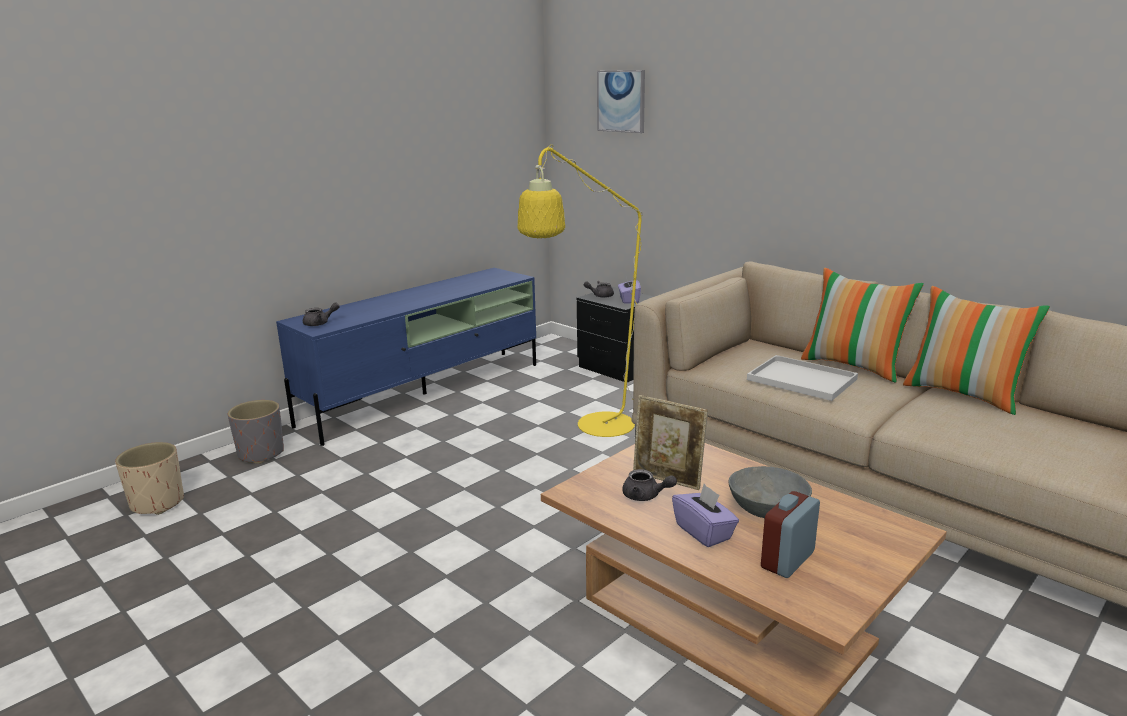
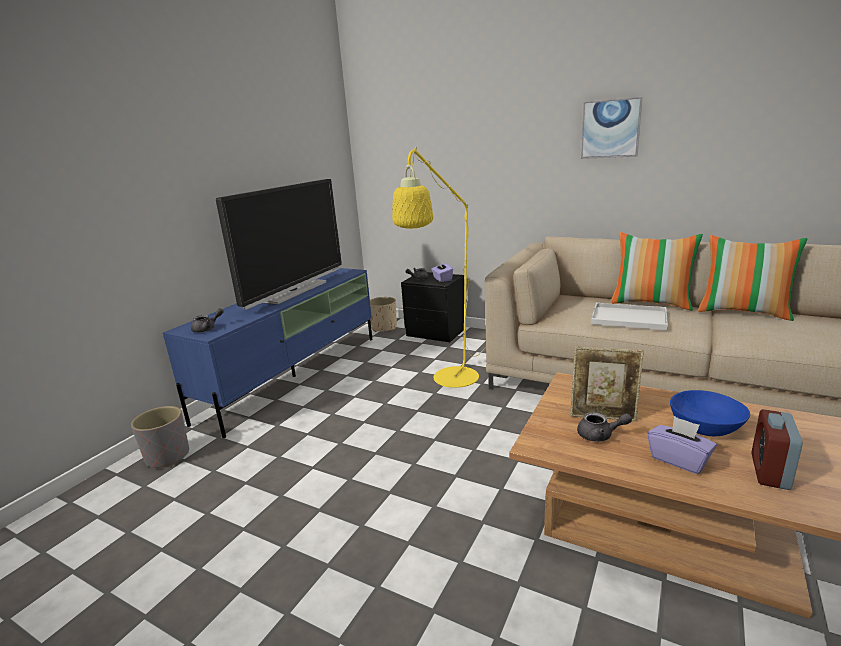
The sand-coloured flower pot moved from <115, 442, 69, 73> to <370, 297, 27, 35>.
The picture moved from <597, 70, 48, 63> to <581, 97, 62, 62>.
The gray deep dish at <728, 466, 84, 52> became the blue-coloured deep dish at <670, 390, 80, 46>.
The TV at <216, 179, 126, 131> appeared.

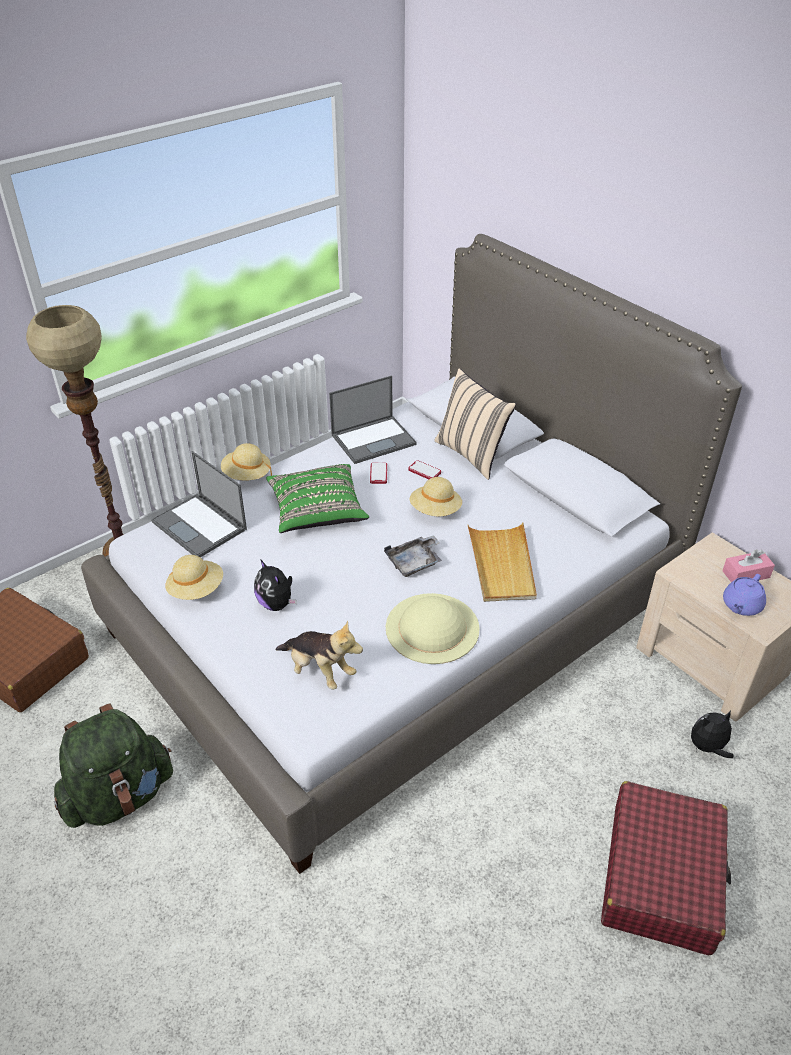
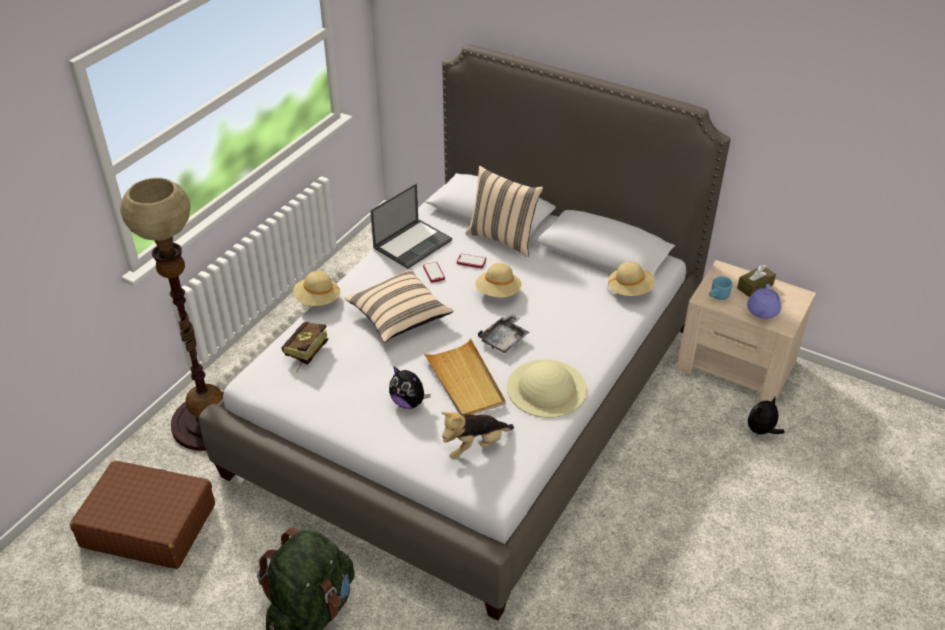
The laptop at <151, 451, 96, 106> was replaced by the book at <281, 322, 47, 51>.
The sand-coloured hat moved from <165, 555, 58, 45> to <608, 262, 47, 34>.
The greenish throw pillow at <266, 464, 103, 69> became the sand-coloured throw pillow at <344, 270, 109, 73>.
The plush toy at <276, 621, 87, 69> turned 135 degrees clockwise.
The sand-coloured tray moved from <468, 523, 69, 79> to <423, 338, 82, 77>.
The reddish travel case at <601, 781, 130, 174> disappeared.
The pink-coloured tissue holder at <723, 550, 52, 32> became the brownish tissue holder at <737, 264, 39, 33>.
The blue-coloured tea mug at <709, 276, 24, 24> appeared.

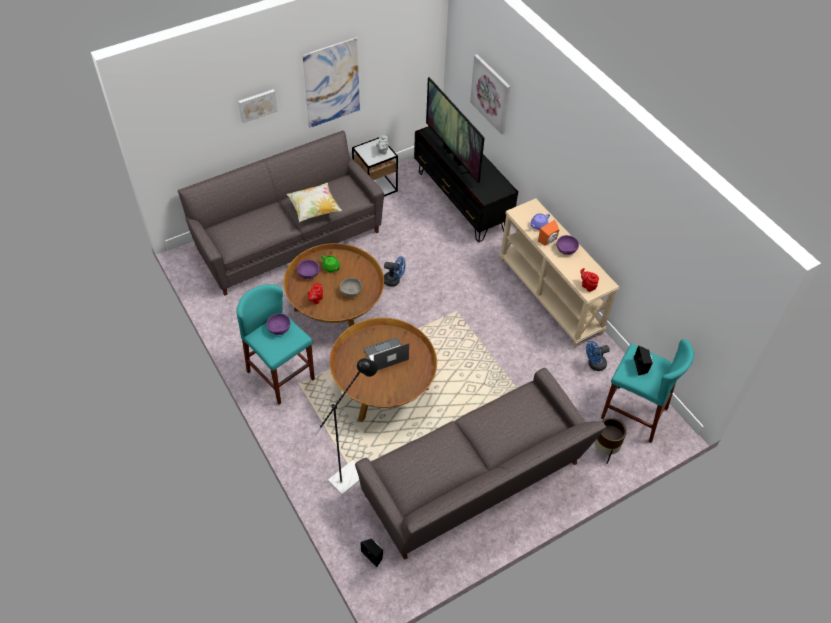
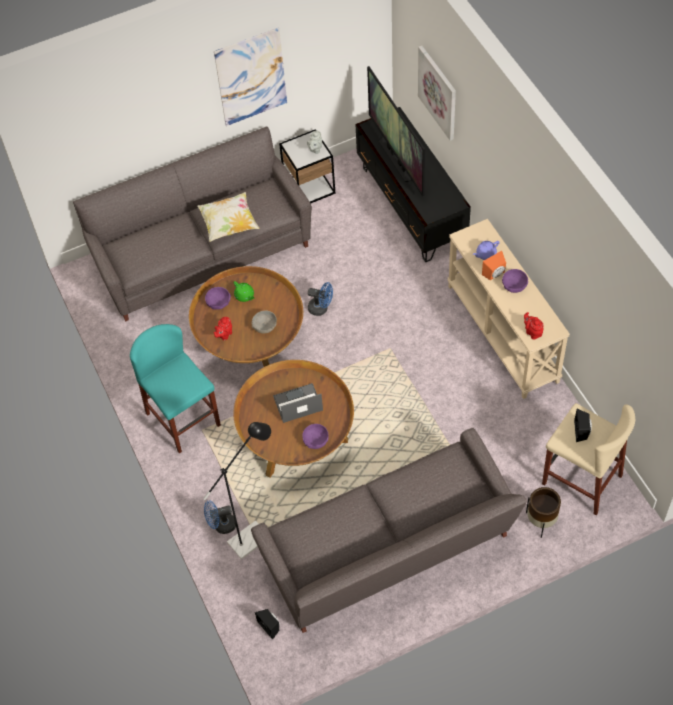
The picture at <238, 89, 40, 34> disappeared.
The purplish deep dish moved from <267, 313, 23, 22> to <302, 424, 27, 25>.
The blue-coloured fan moved from <586, 341, 24, 30> to <204, 500, 32, 34>.
The blue-green stool at <601, 339, 93, 104> became the sand-coloured stool at <542, 403, 93, 112>.

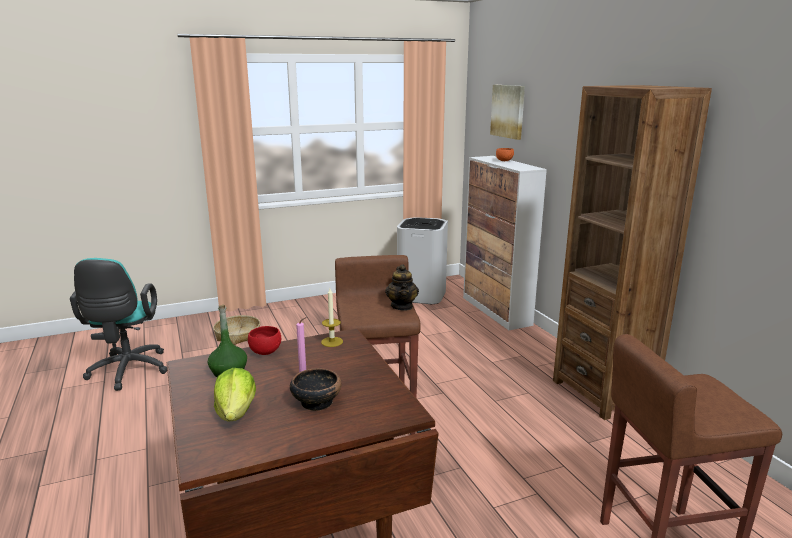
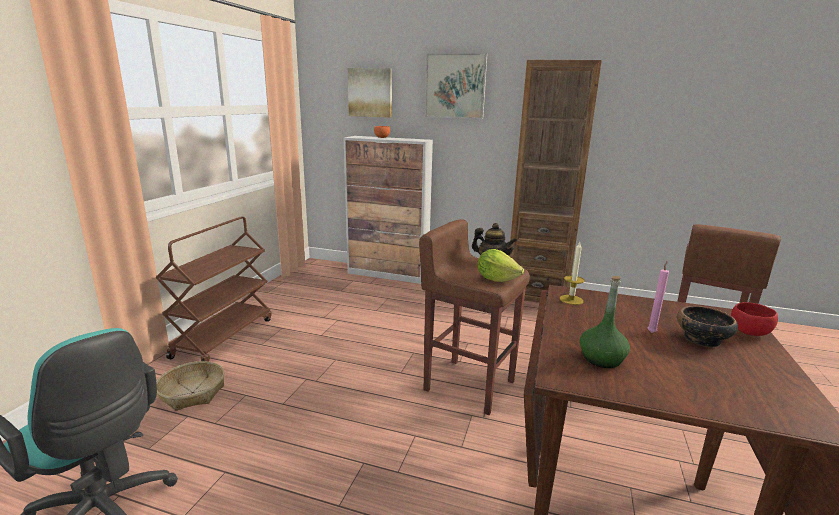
The head of lettuce moved from <214, 368, 42, 54> to <477, 249, 47, 33>.
The reddish deep dish moved from <248, 326, 33, 29> to <731, 302, 47, 34>.
The whitish waste bin at <397, 217, 51, 87> disappeared.
The brownish wheeled cart at <155, 216, 117, 146> appeared.
The picture at <425, 53, 62, 66> appeared.

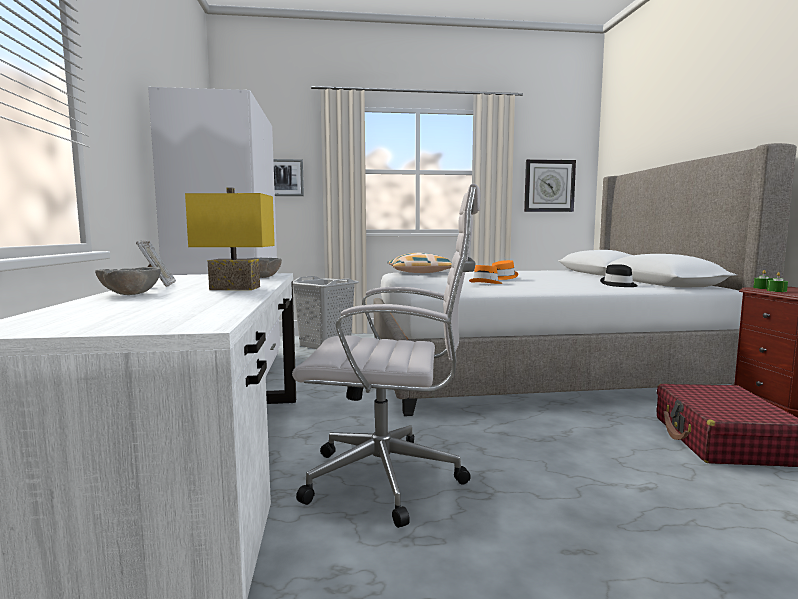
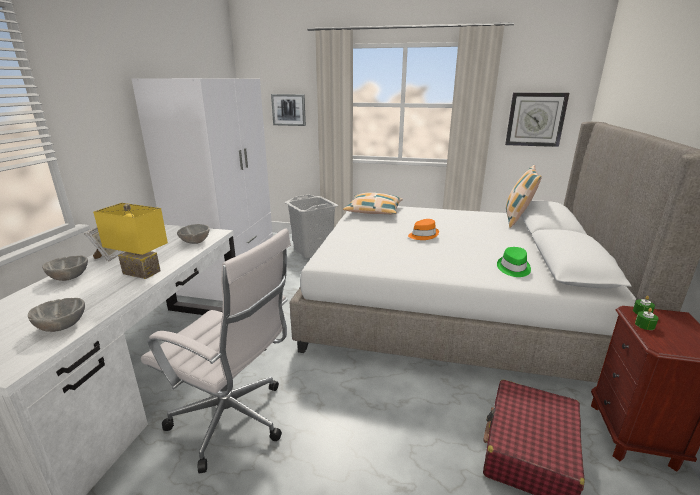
The orange-coloured hat at <469, 265, 33, 19> disappeared.
The blackish hat at <600, 264, 38, 23> became the greenish hat at <497, 247, 34, 30>.
The gray deep dish at <28, 298, 57, 34> appeared.
The throw pillow at <506, 165, 36, 63> appeared.

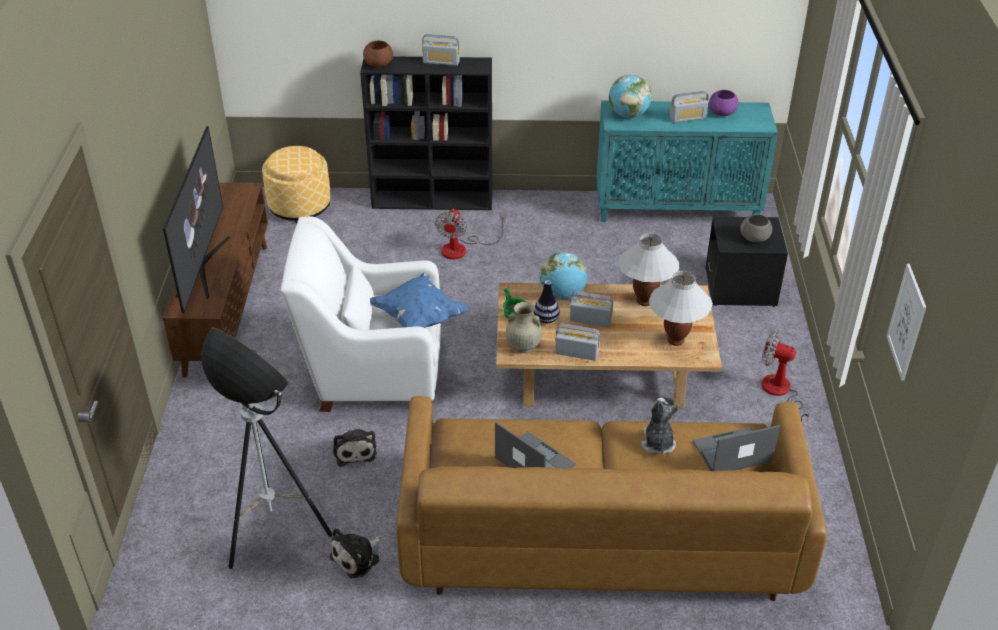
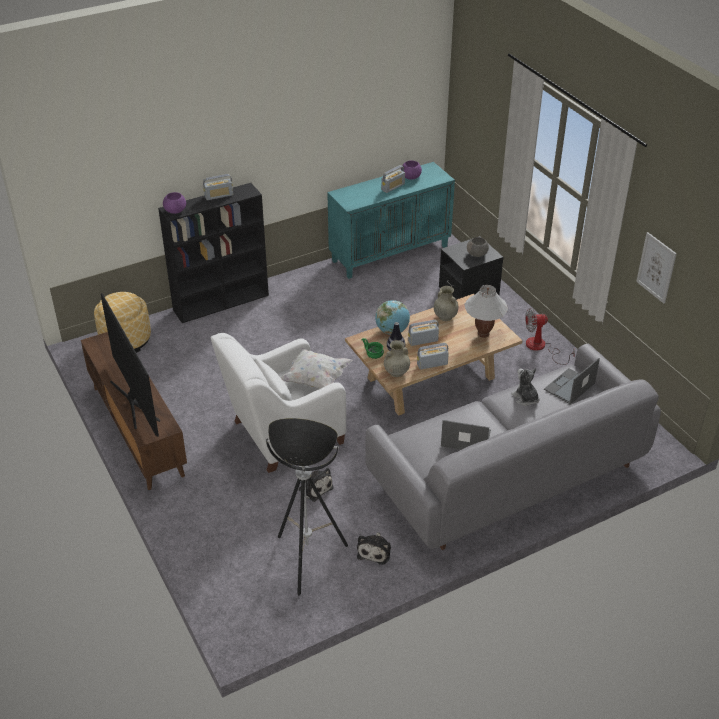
The brownish deep dish at <363, 40, 30, 27> became the purplish deep dish at <163, 192, 23, 22>.
The blue-coloured throw pillow at <370, 273, 101, 55> became the whitish throw pillow at <280, 348, 72, 41>.
The brownish sofa at <396, 396, 431, 205> became the gray sofa at <365, 344, 296, 206>.
The fan at <435, 209, 71, 50> disappeared.
The desk globe at <609, 75, 43, 43> disappeared.
The whitish table lamp at <618, 233, 61, 73> was replaced by the sand-coloured flower vase at <434, 286, 24, 35>.

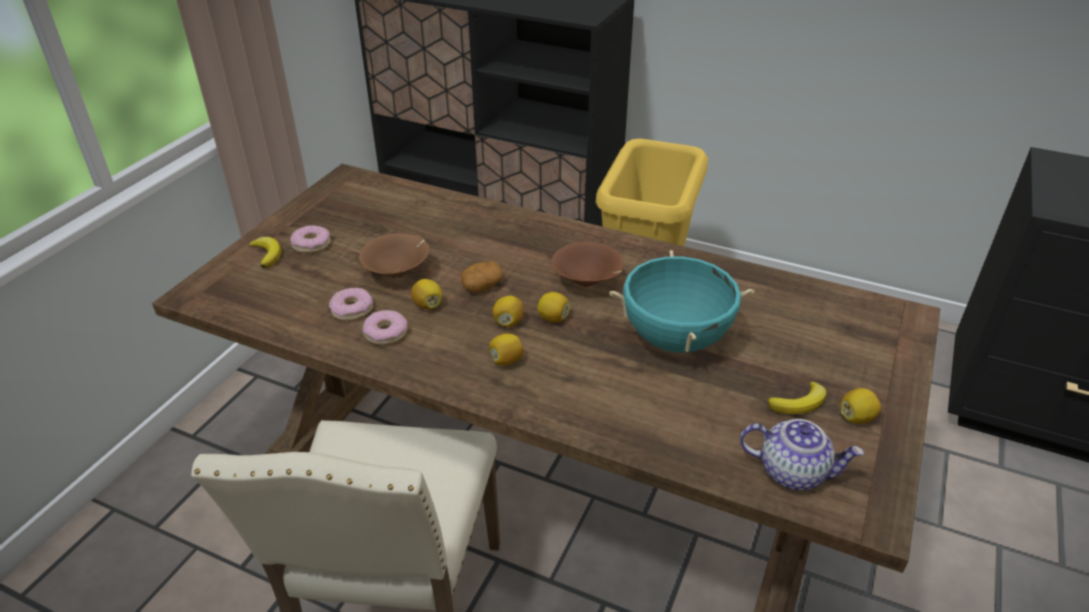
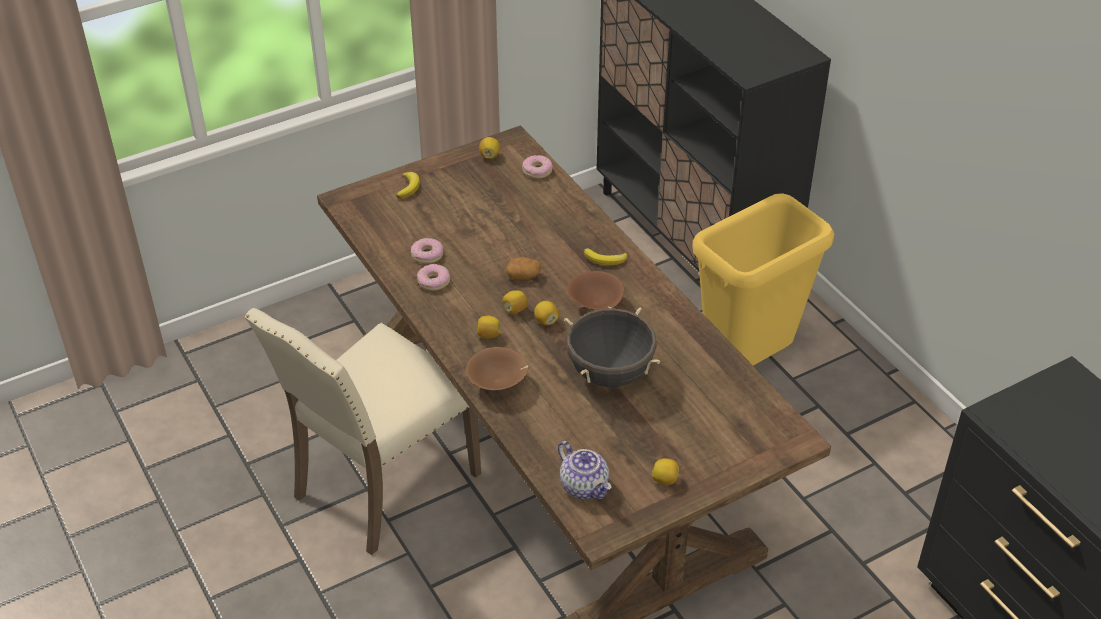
The donut moved from <290, 225, 41, 28> to <522, 155, 31, 24>.
The brownish deep dish moved from <359, 233, 71, 45> to <466, 347, 62, 43>.
The lemon moved from <411, 279, 31, 30> to <479, 137, 21, 22>.
The blue-green stockpot at <609, 250, 145, 103> became the blackish stockpot at <564, 308, 97, 79>.
The whole banana moved from <768, 382, 58, 32> to <584, 248, 43, 17>.

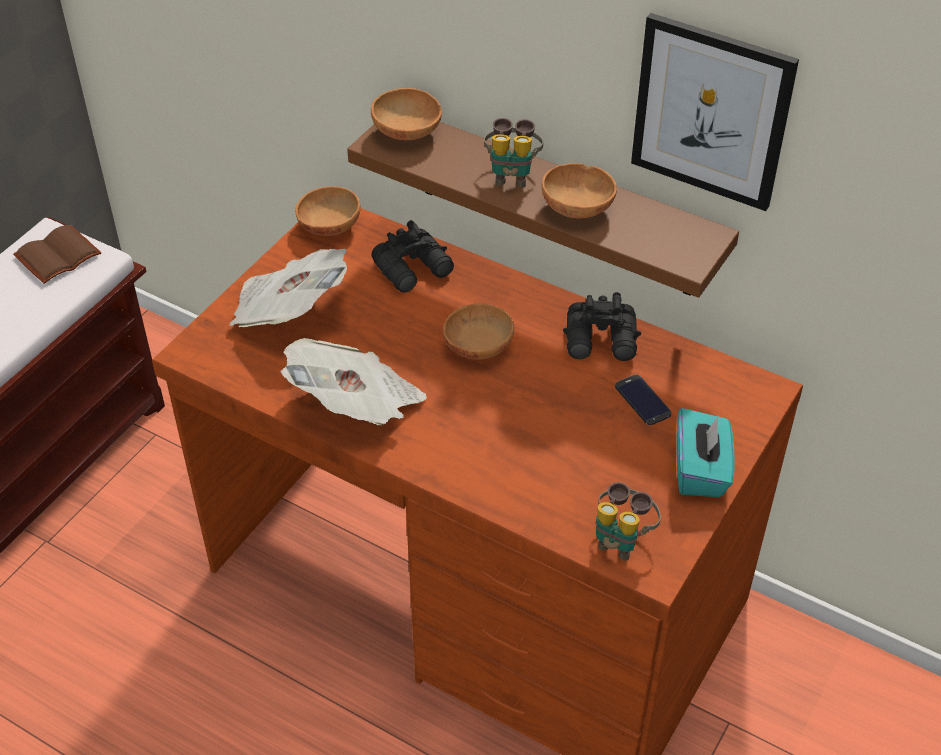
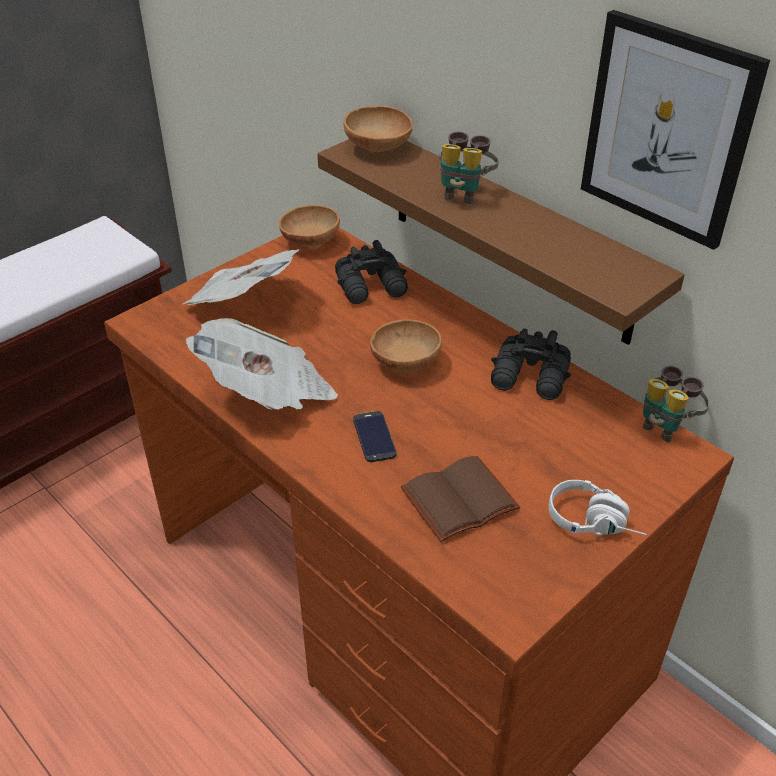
The brownish book moved from <13, 225, 88, 59> to <401, 456, 119, 86>.
The brownish deep dish at <542, 163, 75, 56> disappeared.
The binoculars moved from <596, 482, 65, 79> to <643, 366, 66, 77>.
The phone moved from <615, 374, 56, 51> to <353, 411, 44, 51>.
The blue-green tissue holder at <677, 408, 58, 89> was replaced by the whitish pair of headphones at <549, 480, 97, 55>.

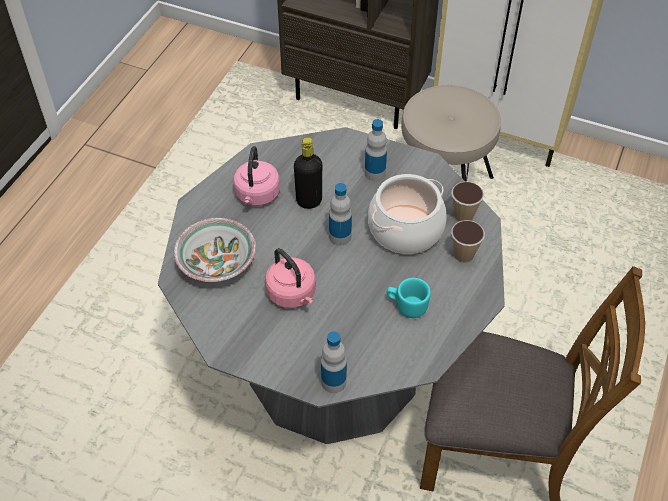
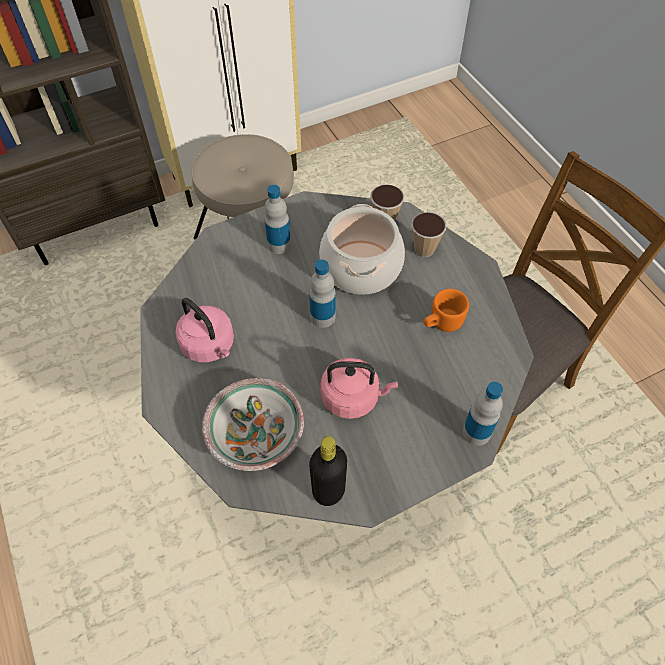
The blackish drink bottle moved from <294, 137, 28, 72> to <309, 436, 38, 70>.
The blue-green tea mug at <387, 278, 44, 40> became the orange-coloured tea mug at <424, 289, 45, 43>.

